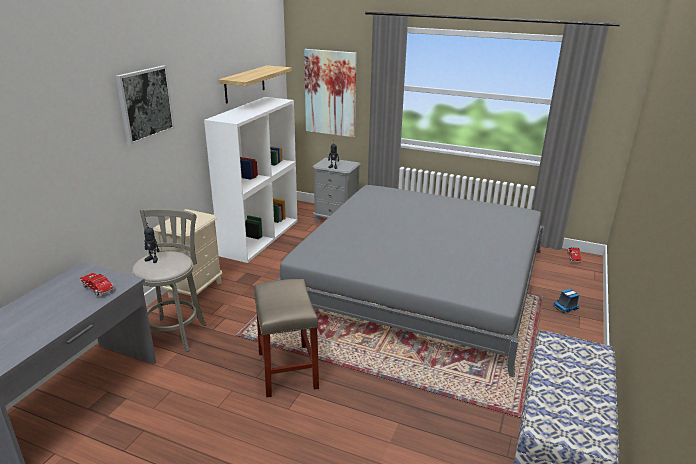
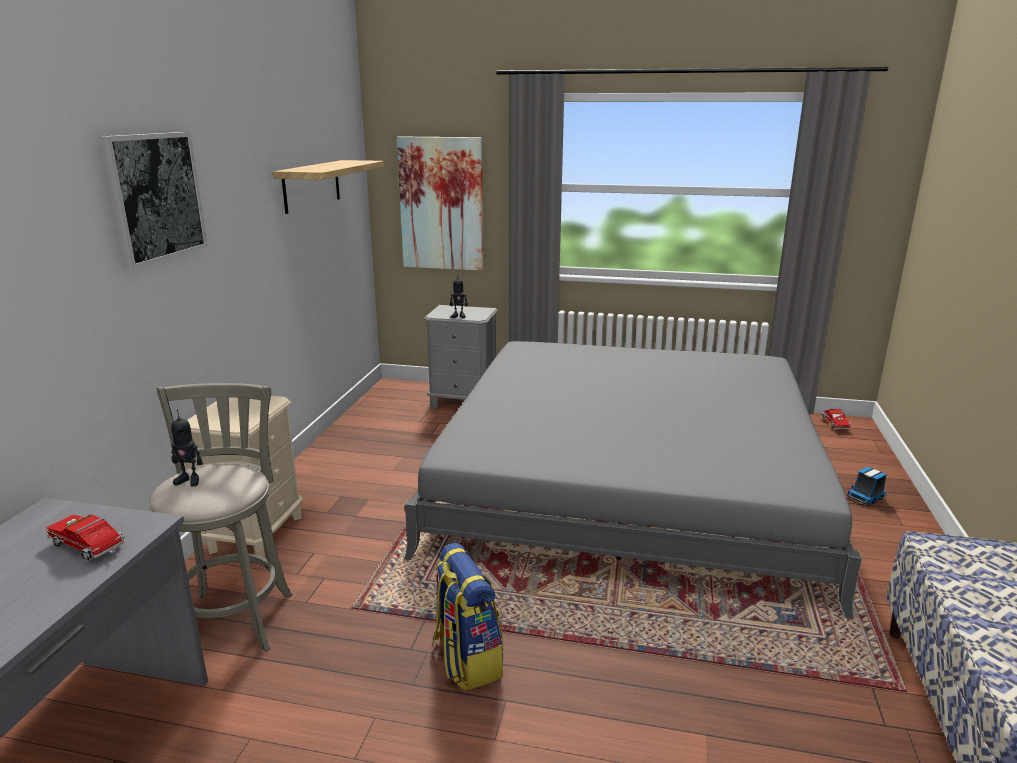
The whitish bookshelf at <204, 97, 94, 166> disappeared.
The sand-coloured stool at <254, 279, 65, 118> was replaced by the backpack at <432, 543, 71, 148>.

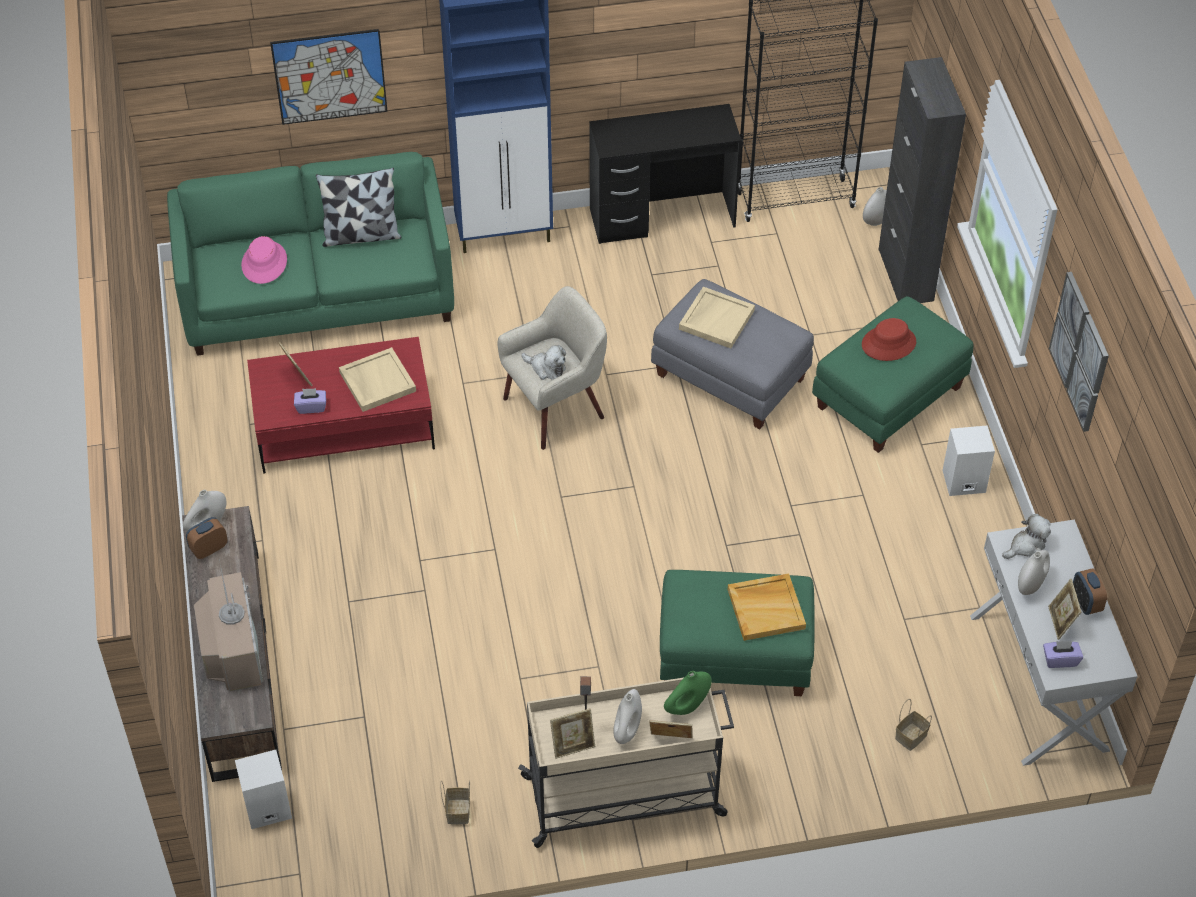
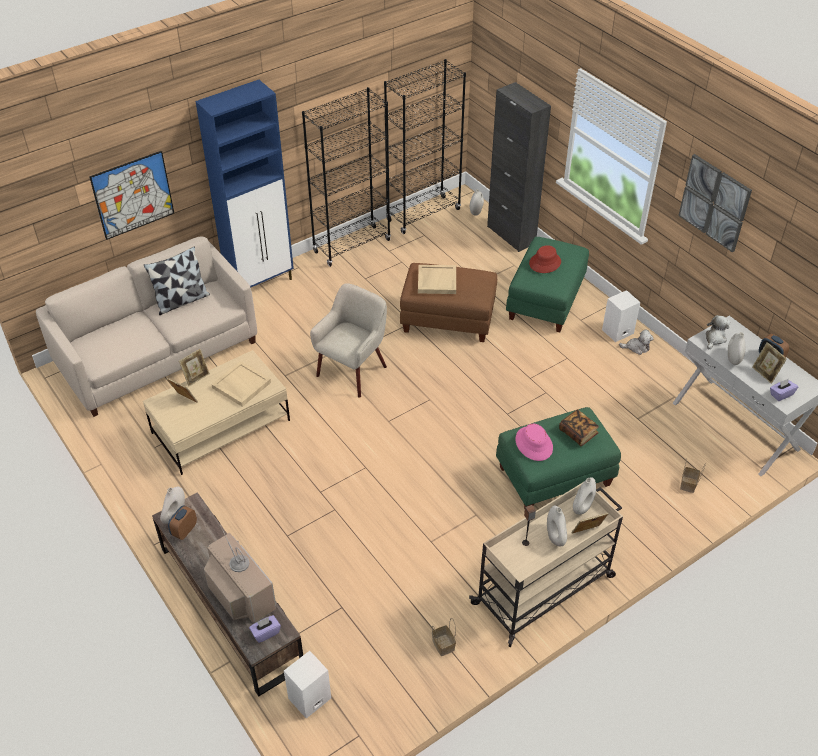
The greenish sofa at <167, 152, 287, 204> became the sand-coloured sofa at <36, 236, 221, 181>.
The pink-coloured hat moved from <241, 236, 46, 48> to <515, 424, 38, 37>.
The reddish lounge table at <247, 337, 188, 137> became the sand-coloured lounge table at <143, 350, 147, 125>.
The purplish tissue holder moved from <294, 388, 32, 26> to <249, 615, 32, 28>.
The plush toy moved from <521, 345, 45, 35> to <619, 330, 35, 25>.
The photo frame moved from <550, 708, 45, 51> to <179, 349, 31, 37>.
The blackish desk at <589, 104, 153, 140> was replaced by the blackish bookshelf at <302, 87, 89, 180>.
The gray pouffe at <651, 279, 163, 150> became the brownish pouffe at <400, 263, 97, 79>.
The greenish flower vase at <664, 671, 48, 44> became the whitish flower vase at <573, 477, 23, 38>.
The sand-coloured tray at <728, 573, 78, 68> was replaced by the book at <559, 409, 40, 37>.

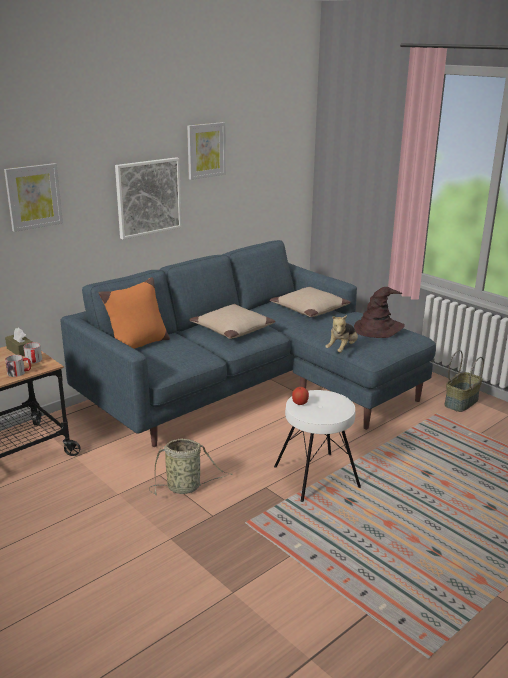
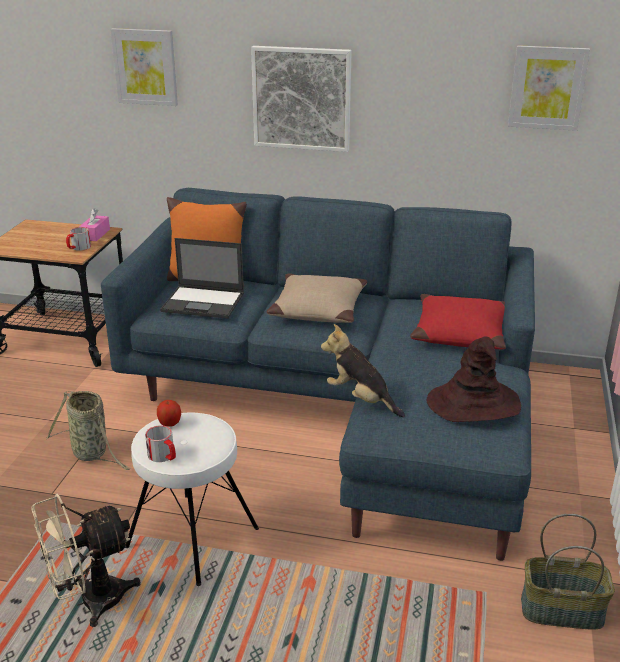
The brownish tissue holder at <5, 328, 27, 28> became the pink-coloured tissue holder at <79, 208, 31, 33>.
The tea mug moved from <5, 355, 26, 22> to <145, 425, 31, 37>.
The picture moved from <187, 122, 39, 58> to <508, 45, 82, 86>.
The sand-coloured throw pillow at <270, 287, 81, 30> became the reddish throw pillow at <410, 294, 96, 56>.
The plush toy at <325, 315, 33, 38> turned 45 degrees clockwise.
The sand-coloured fan at <31, 494, 110, 133> appeared.
The laptop at <160, 238, 84, 81> appeared.

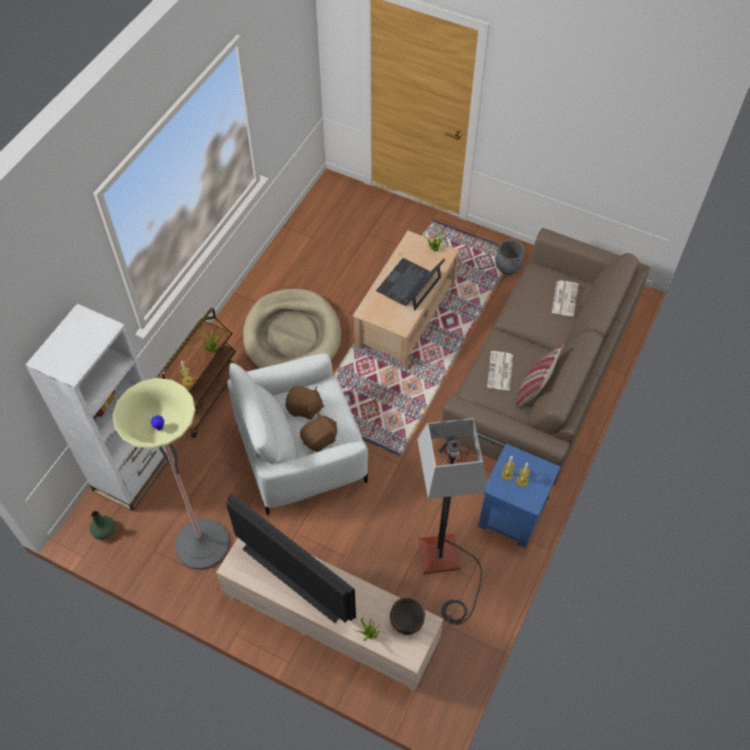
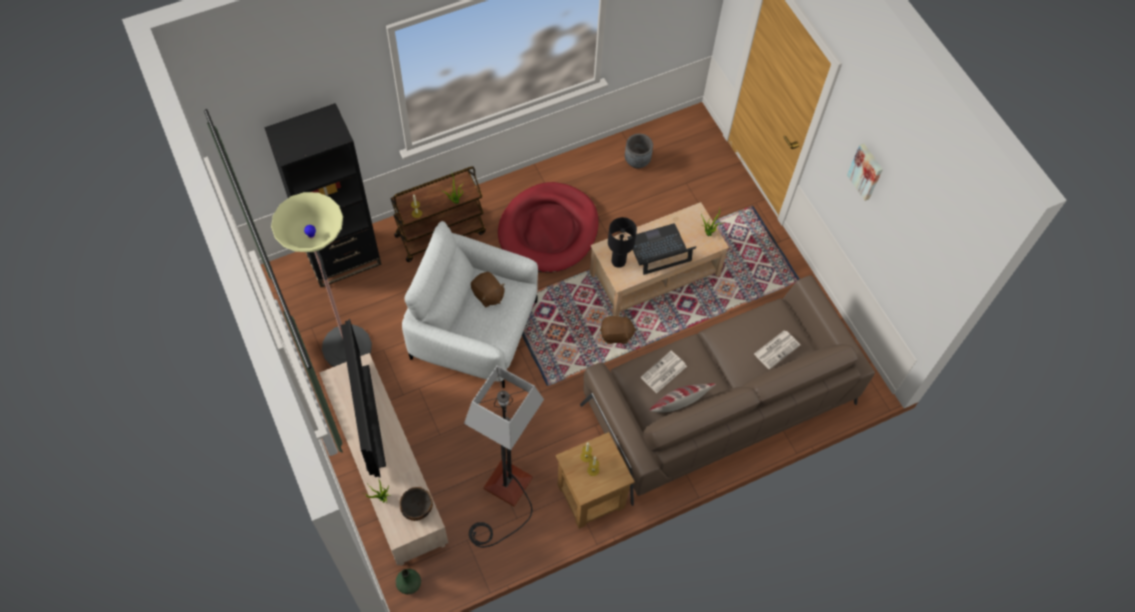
The whitish bookshelf at <25, 304, 142, 207> became the blackish bookshelf at <264, 103, 118, 184>.
The greenish flower vase moved from <90, 511, 25, 29> to <396, 569, 25, 26>.
The sand-coloured dog cushion at <243, 288, 98, 81> became the reddish dog cushion at <498, 182, 100, 91>.
The brownish plush toy moved from <300, 412, 37, 40> to <600, 314, 36, 30>.
The blue-coloured side table at <478, 443, 83, 105> became the brownish side table at <556, 432, 79, 97>.
The gray flower pot moved from <496, 239, 29, 36> to <625, 134, 28, 34>.
The blackish table lamp at <608, 217, 29, 51> appeared.
The picture at <847, 143, 36, 58> appeared.

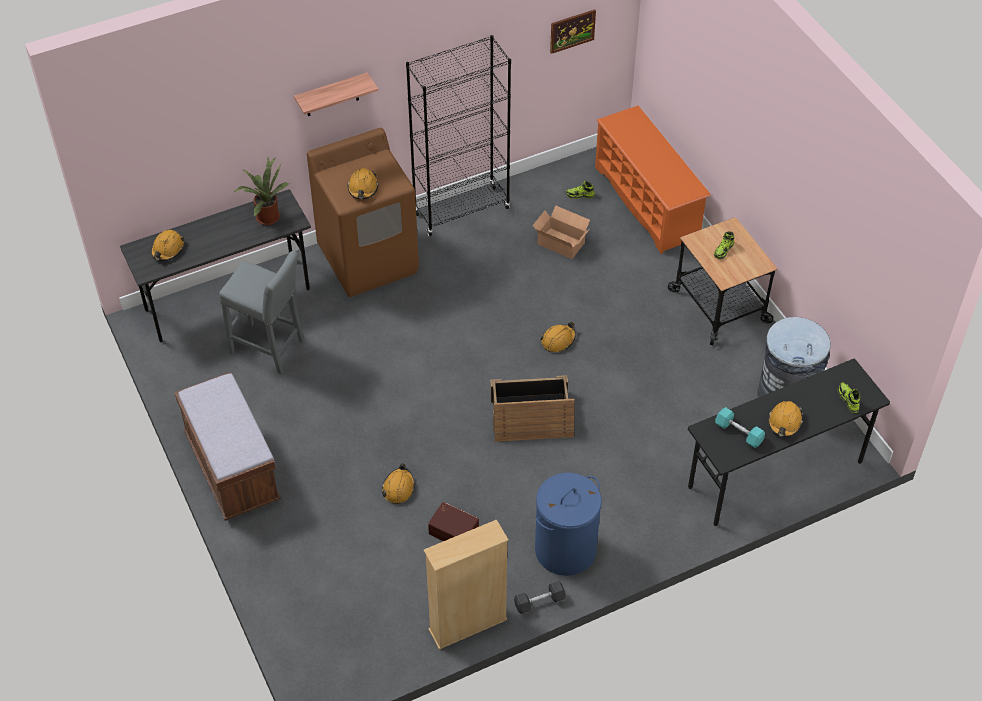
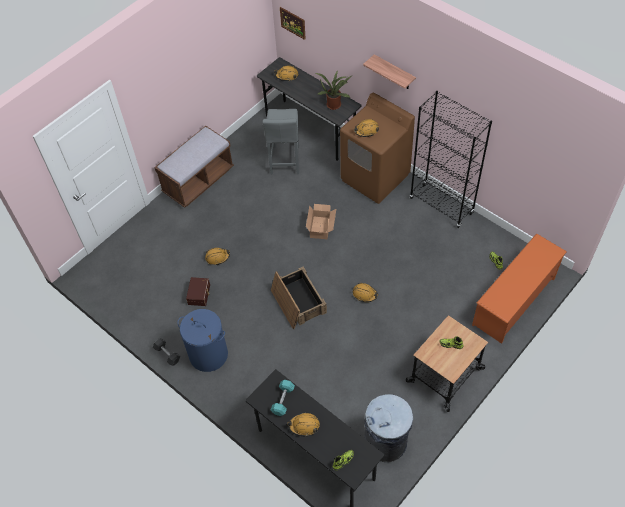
The sand-coloured bookshelf at <424, 519, 85, 131> disappeared.
The carton moved from <533, 205, 57, 54> to <306, 204, 30, 35>.
The picture moved from <550, 9, 46, 45> to <280, 7, 26, 33>.

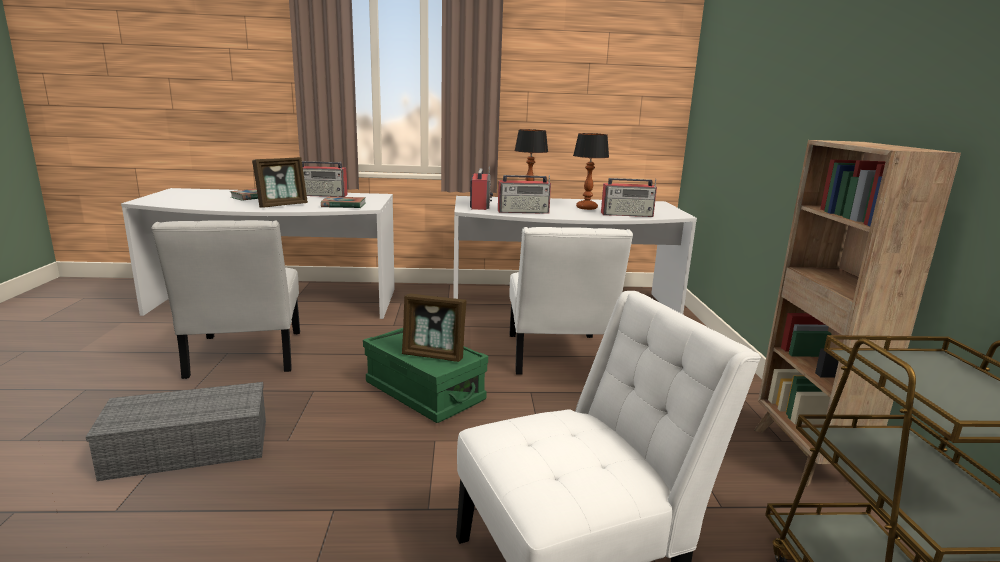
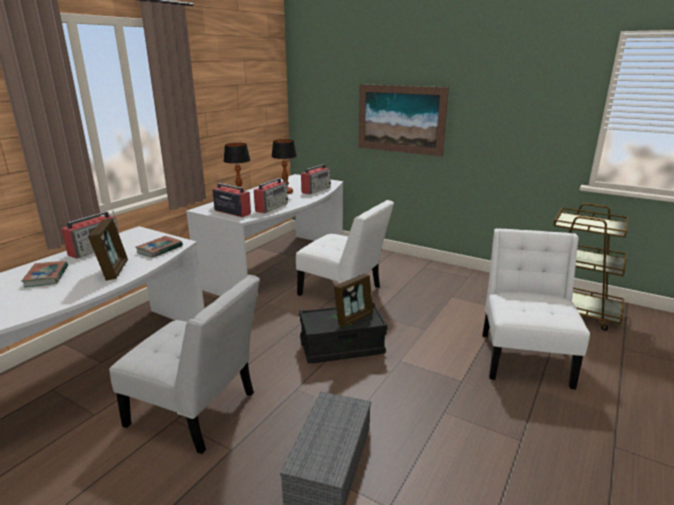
The greenish storage box at <363, 328, 125, 95> became the blackish storage box at <299, 302, 88, 62>.
The brownish bookshelf at <754, 140, 207, 347> disappeared.
The picture at <359, 84, 90, 72> appeared.

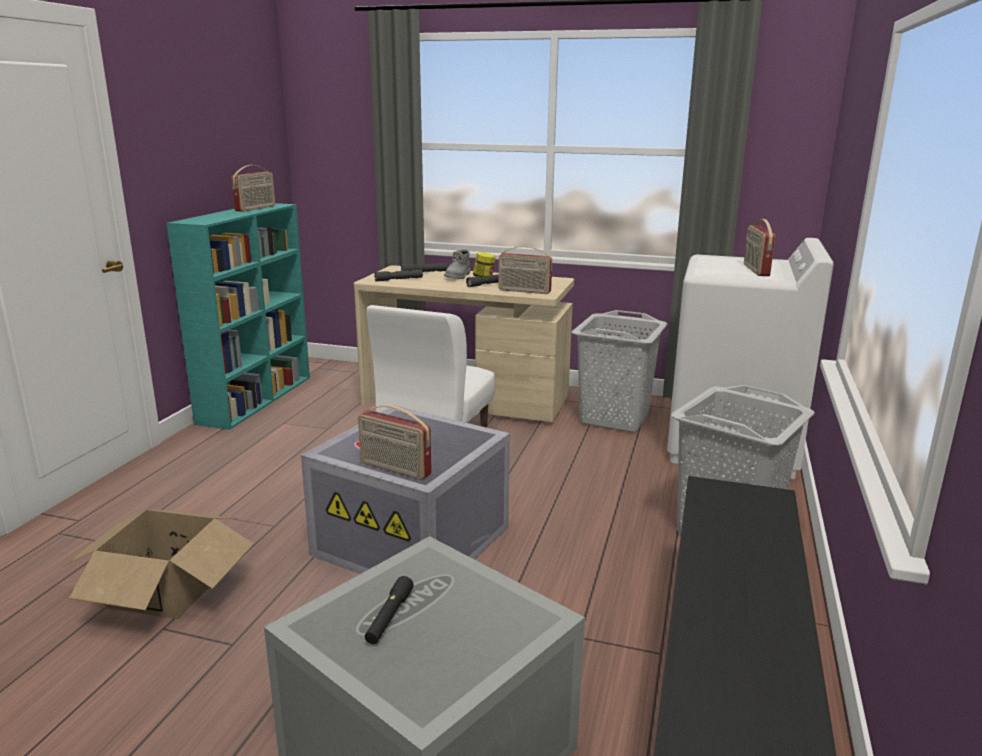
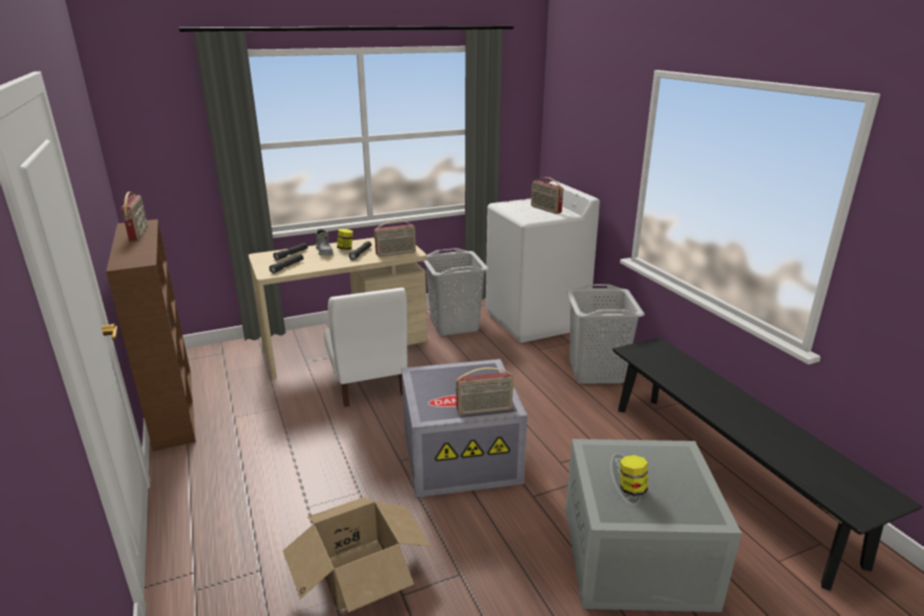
The blue-green bookshelf at <166, 203, 144, 227> became the brownish bookshelf at <106, 219, 89, 232>.
The blackish hand torch at <365, 576, 49, 68> was replaced by the preserve jar at <620, 455, 28, 41>.

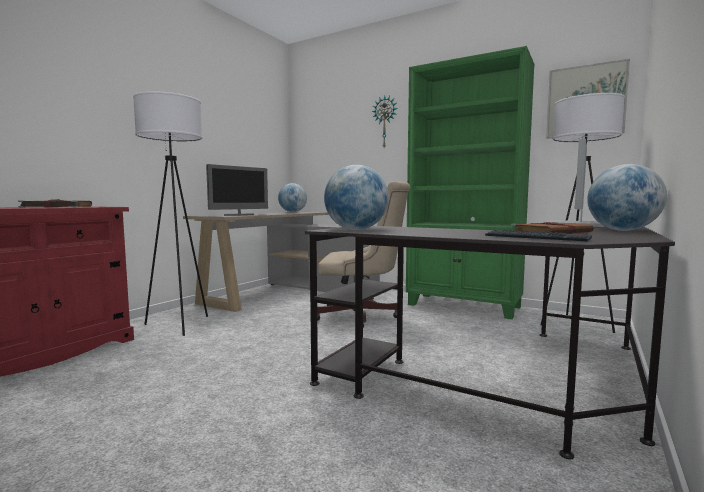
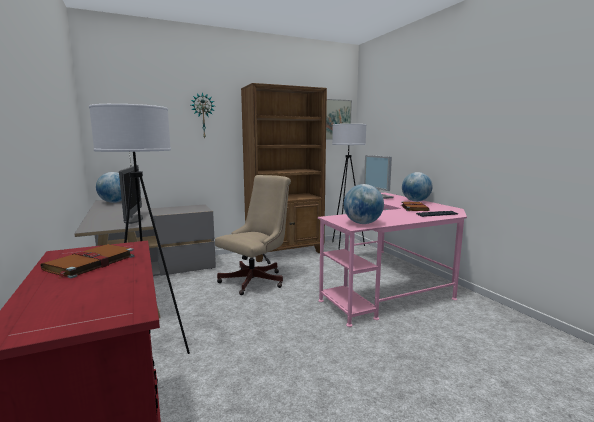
The blackish desk at <305, 226, 370, 233> became the pink-coloured desk at <318, 193, 149, 134>.
The greenish bookshelf at <406, 46, 129, 273> became the brownish bookshelf at <241, 83, 86, 179>.

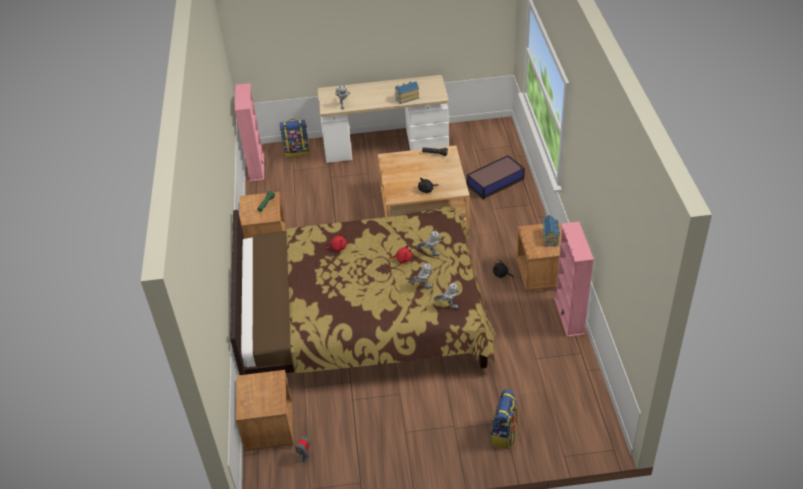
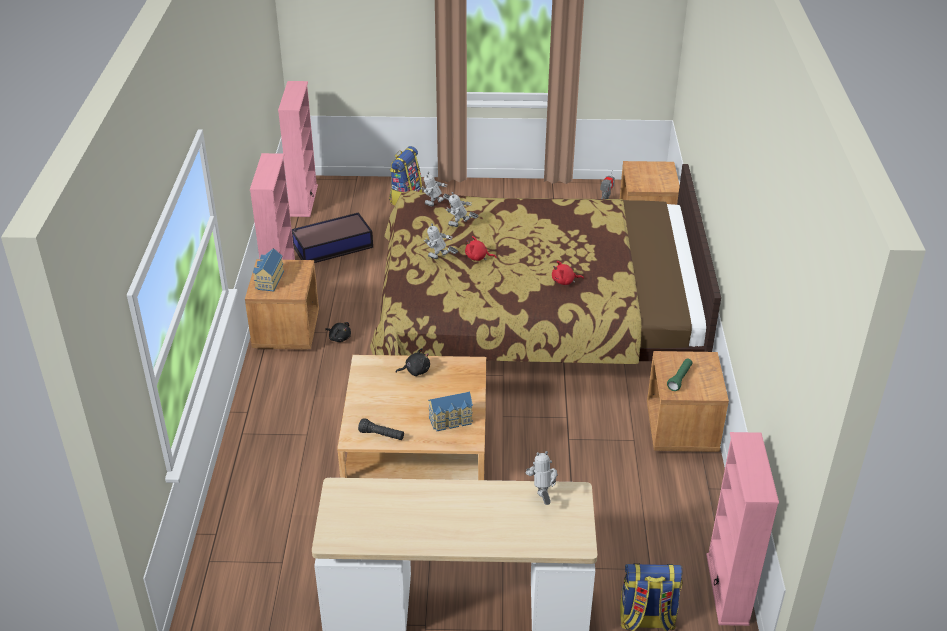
The model house moved from <395, 81, 24, 23> to <428, 392, 45, 39>.
The storage box moved from <467, 155, 58, 44> to <292, 212, 81, 51>.
The pink-coloured bookshelf at <278, 81, 40, 136> appeared.

